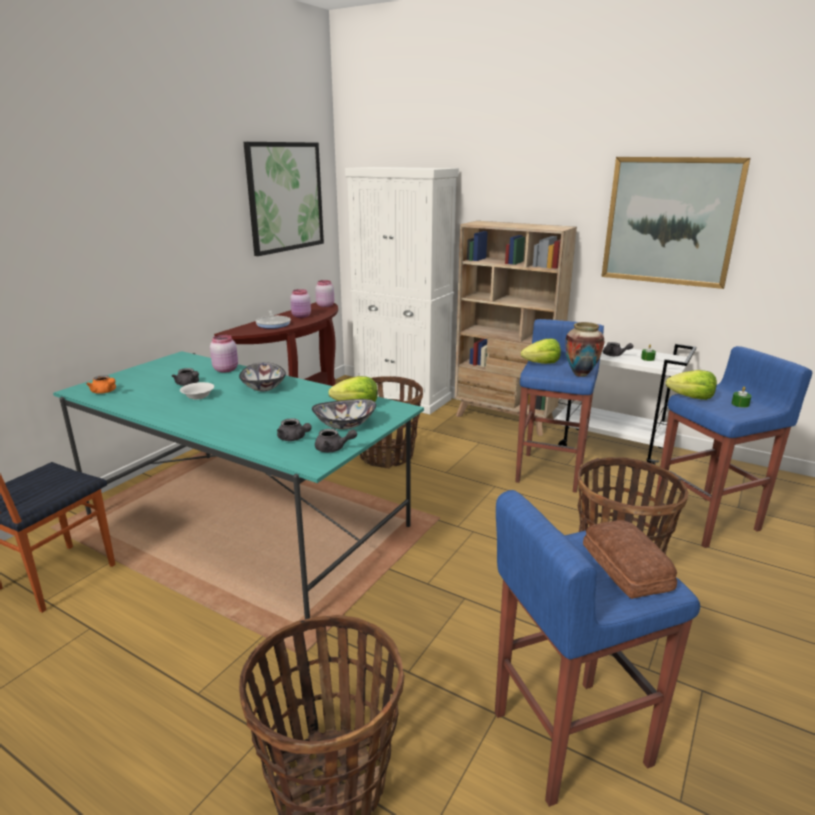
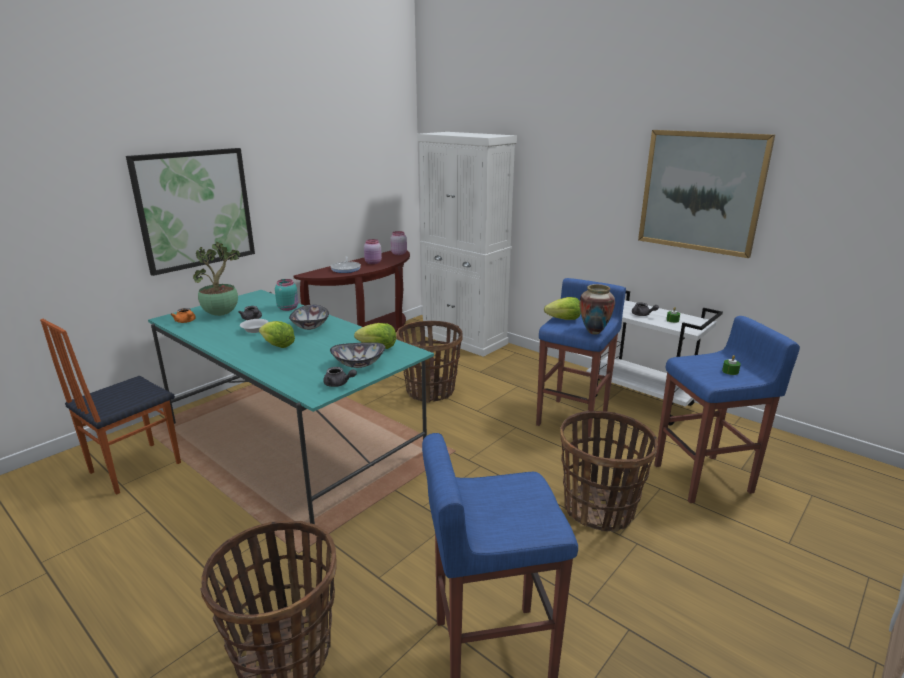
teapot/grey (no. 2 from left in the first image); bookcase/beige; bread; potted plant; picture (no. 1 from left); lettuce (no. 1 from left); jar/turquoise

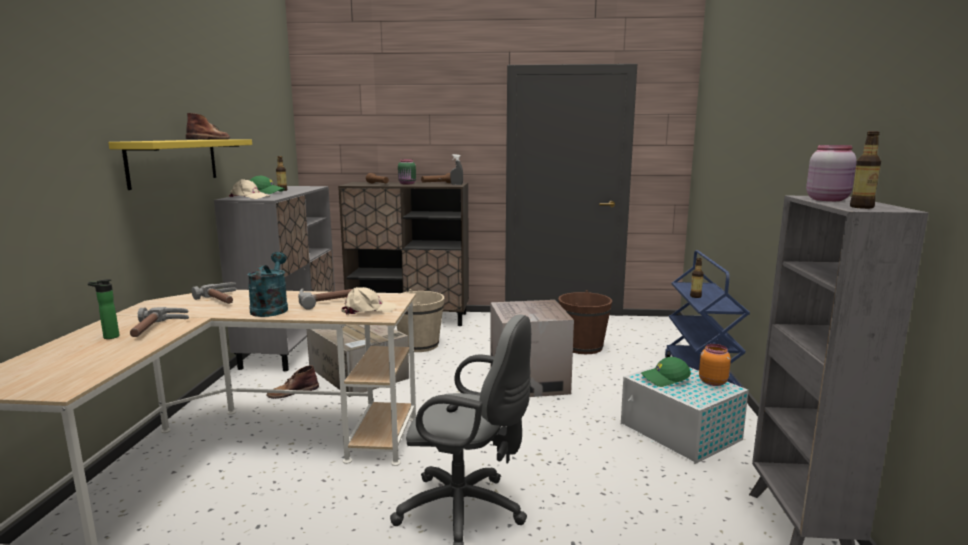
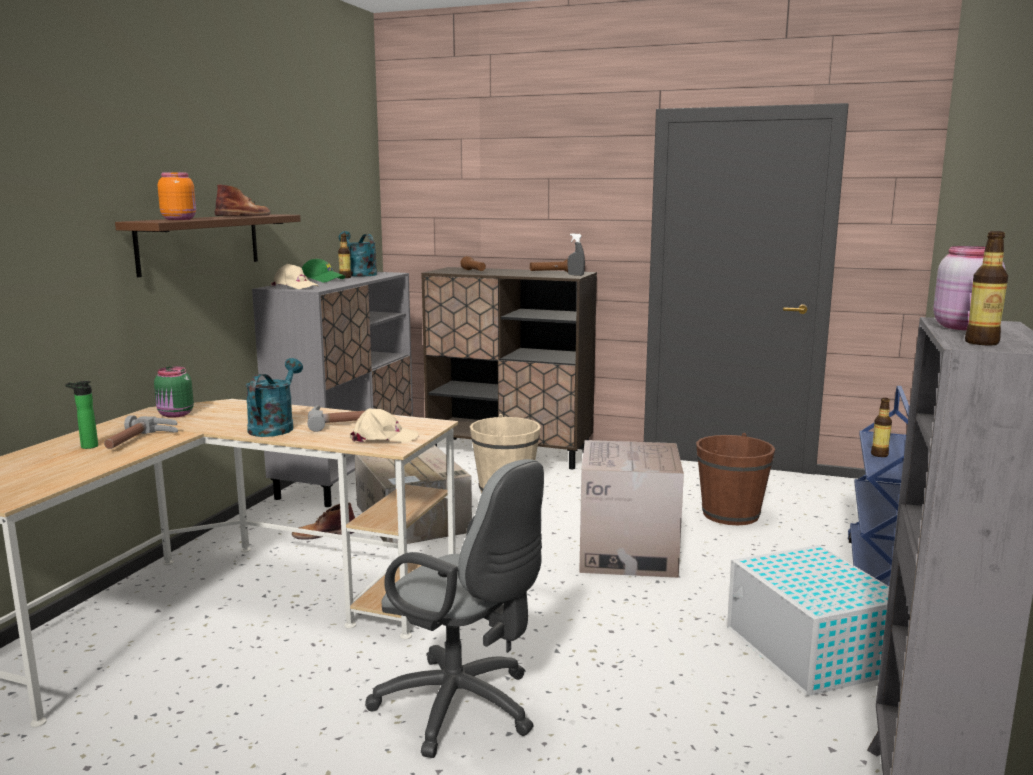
hammer (no. 2 from left in the first image); cap/green (no. 2 from left in the first image); watering can/turquoise (no. 2 from left); jar/green; jar/orange; shelf/brown

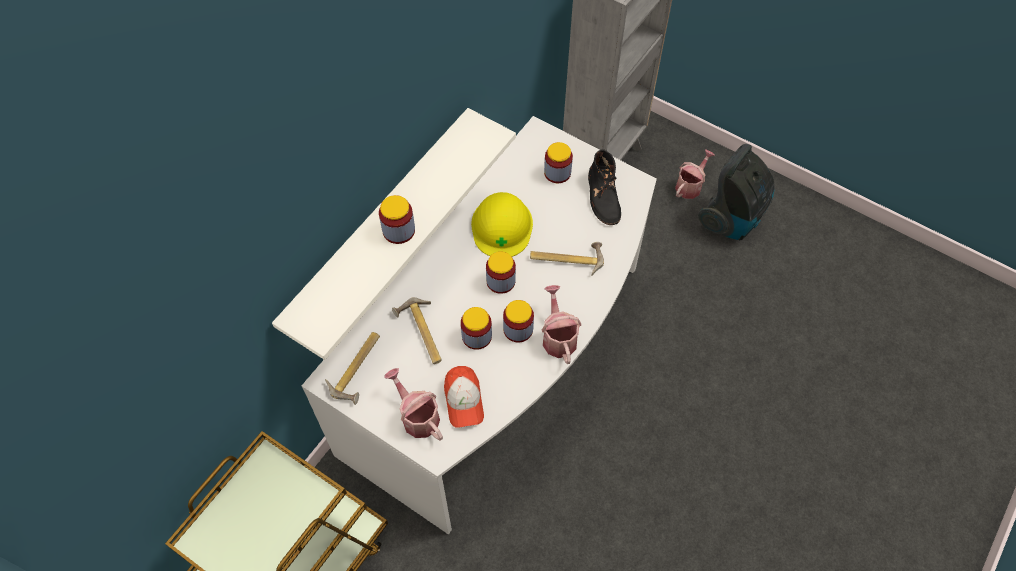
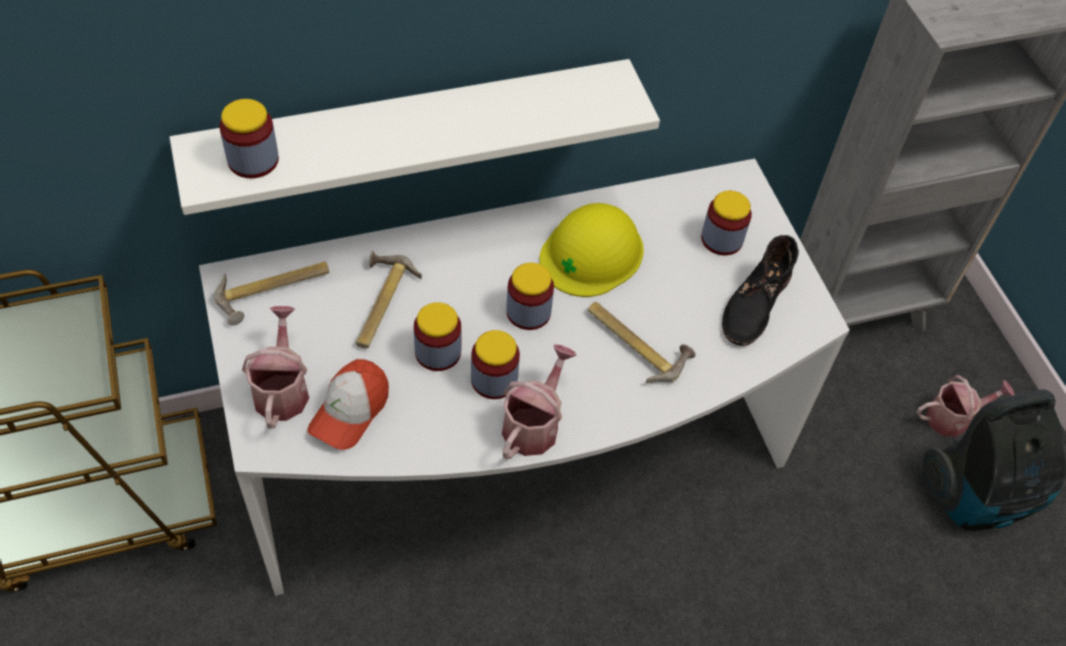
jar (no. 1 from left)

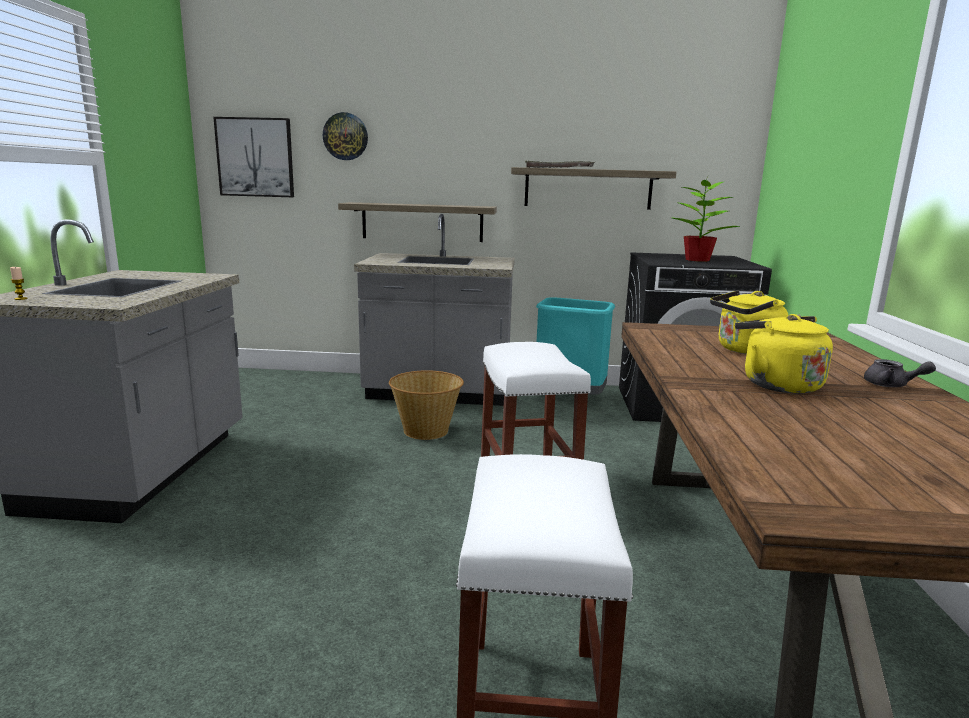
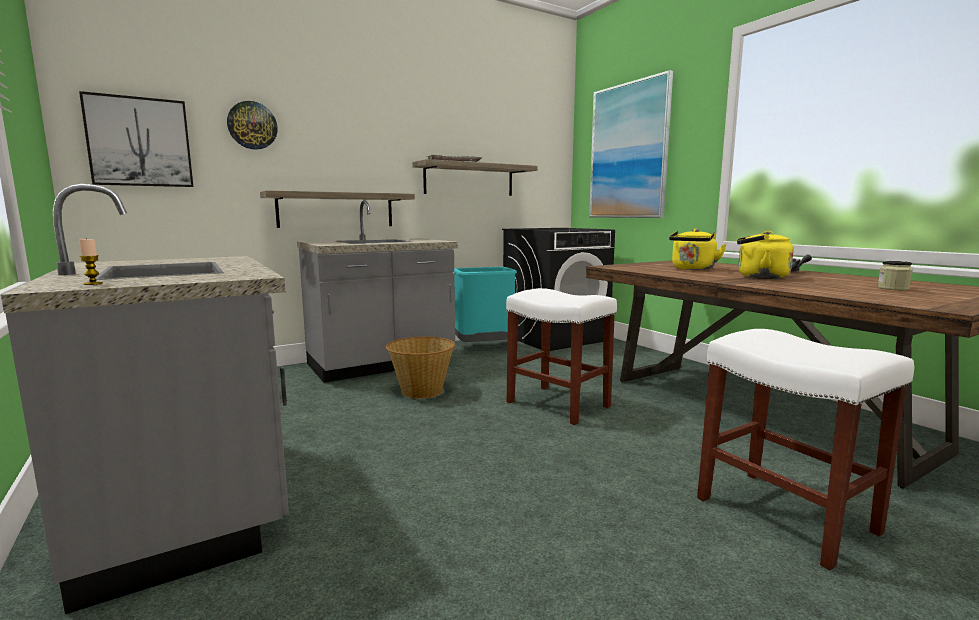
potted plant; picture (no. 2 from left); jar

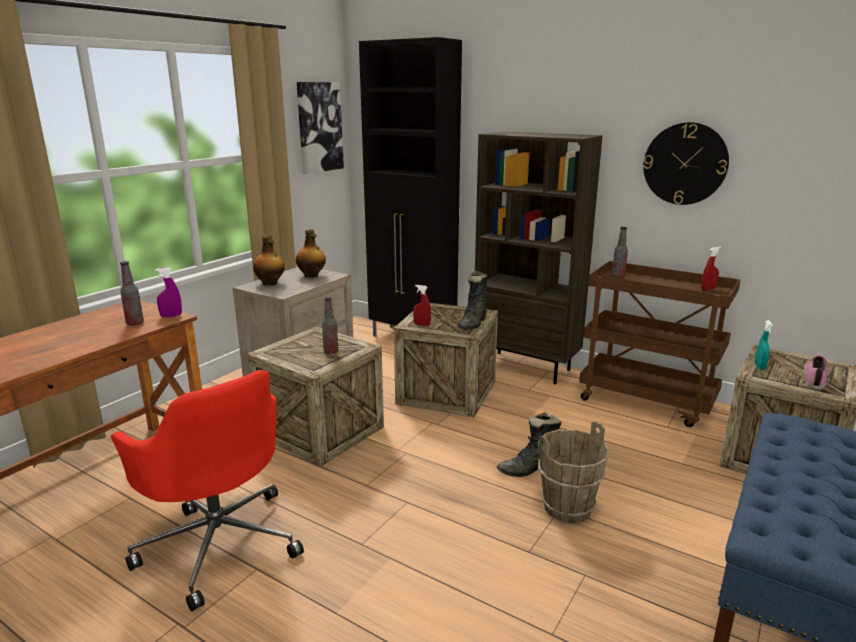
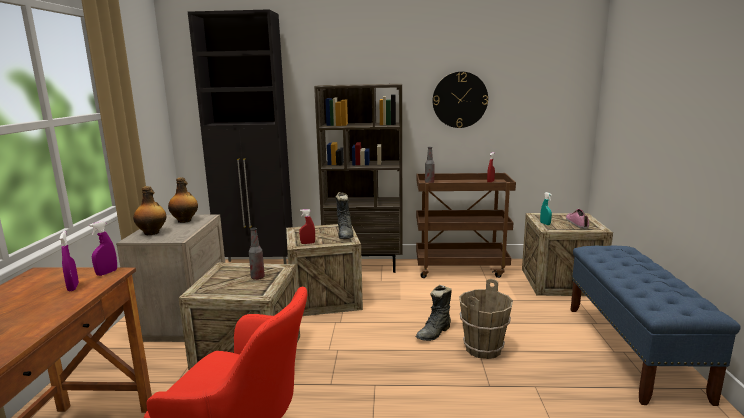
picture; spray bottle/purple (no. 1 from left)

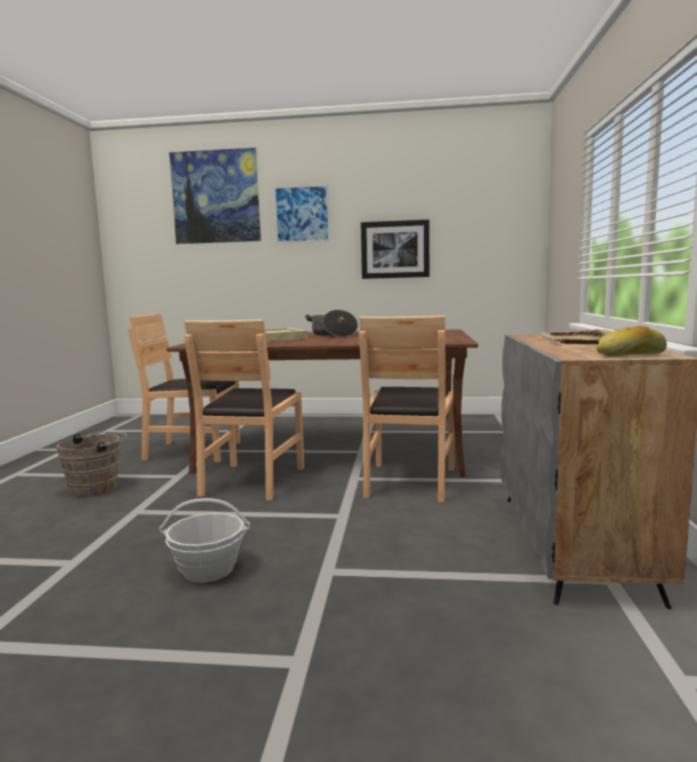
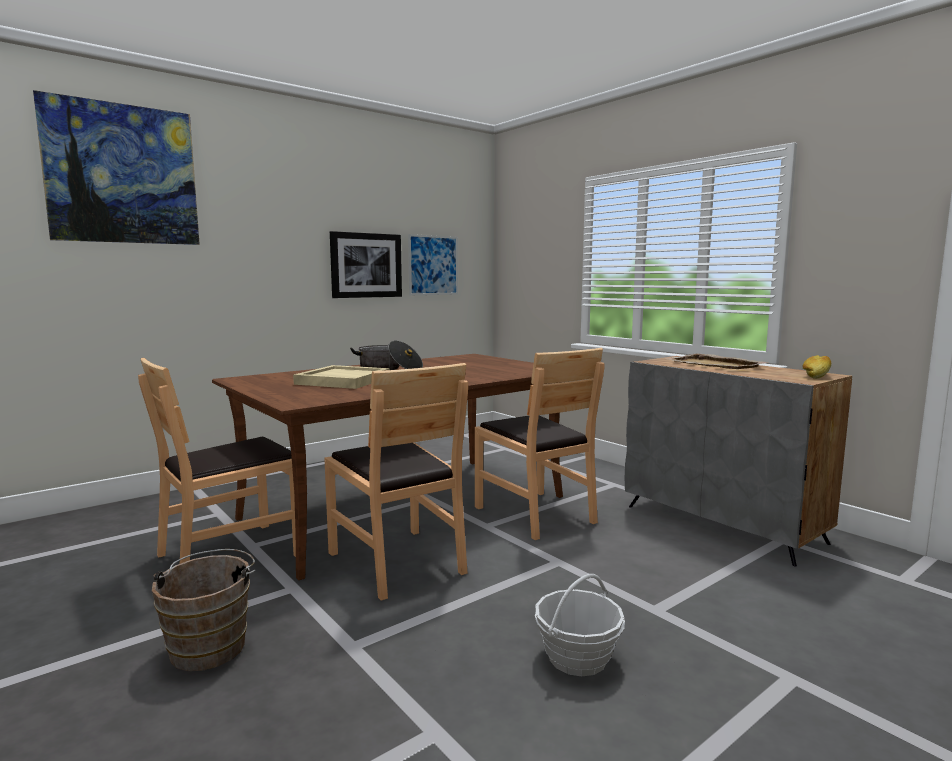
picture (no. 3 from left)

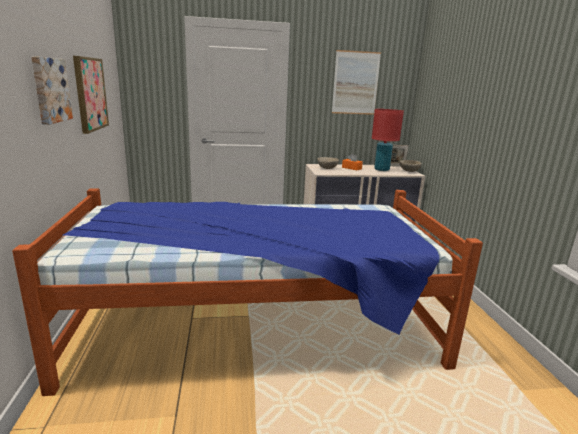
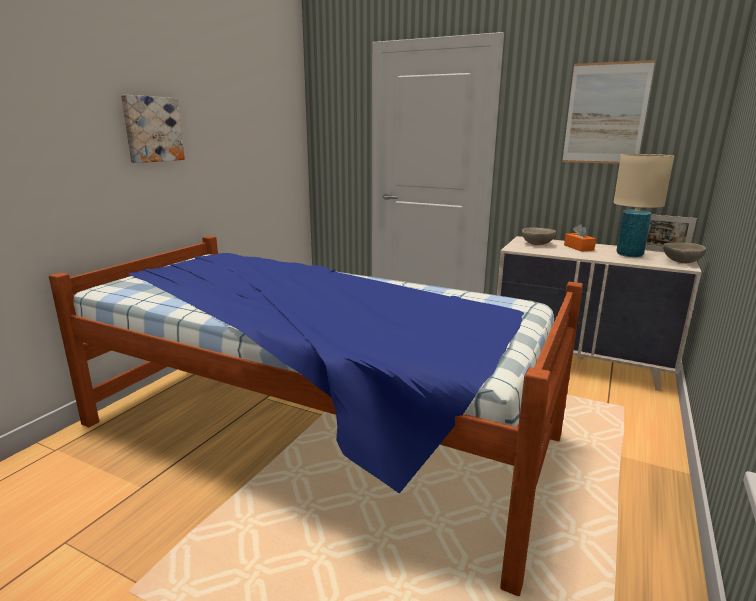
picture (no. 2 from left in the first image); table lamp/beige

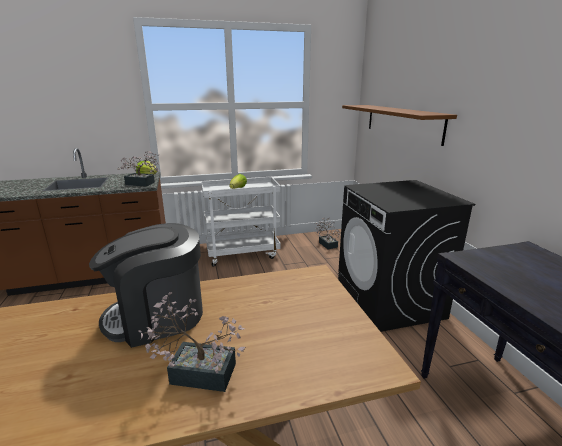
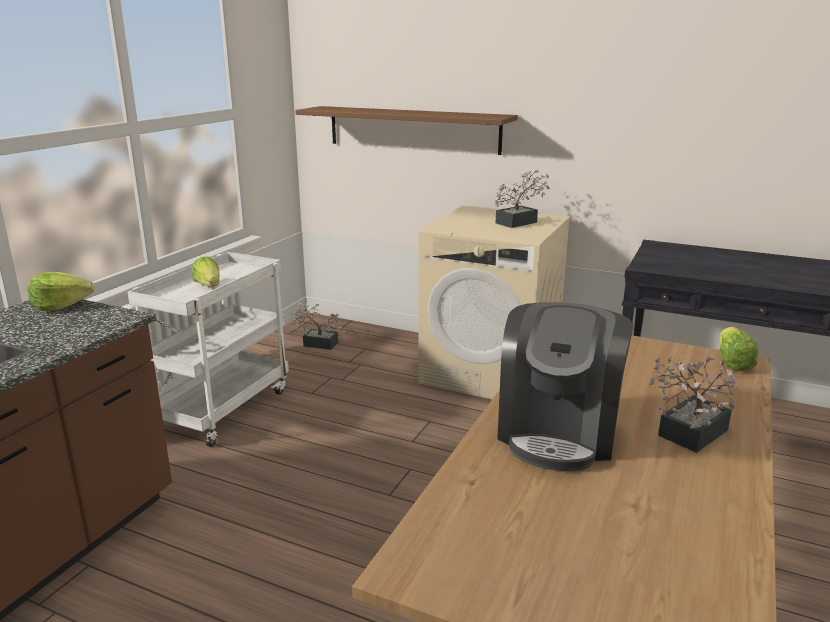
lettuce (no. 3 from left); potted plant (no. 2 from left); washing machine/beige

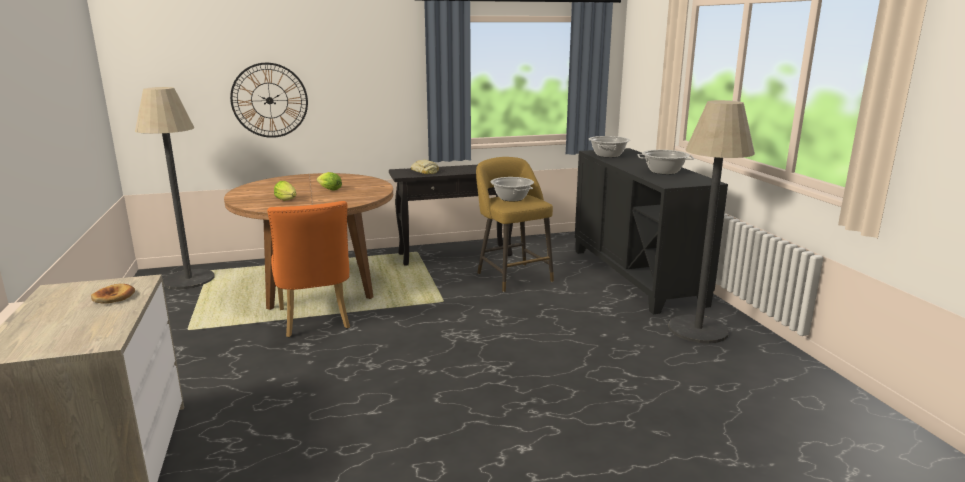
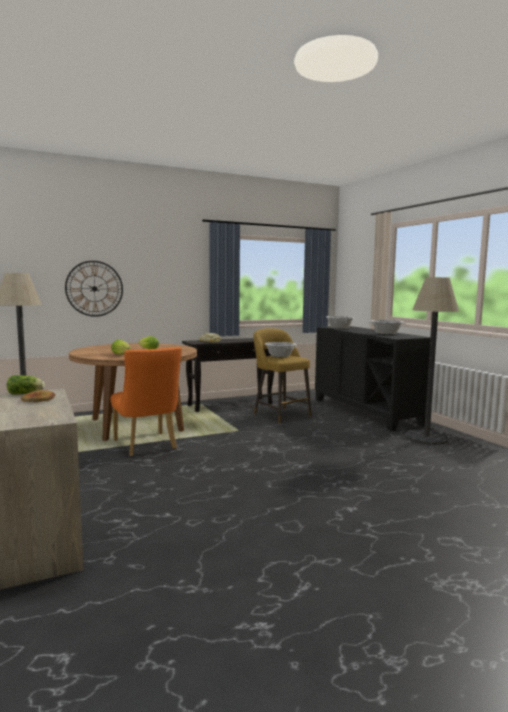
lettuce (no. 1 from left)

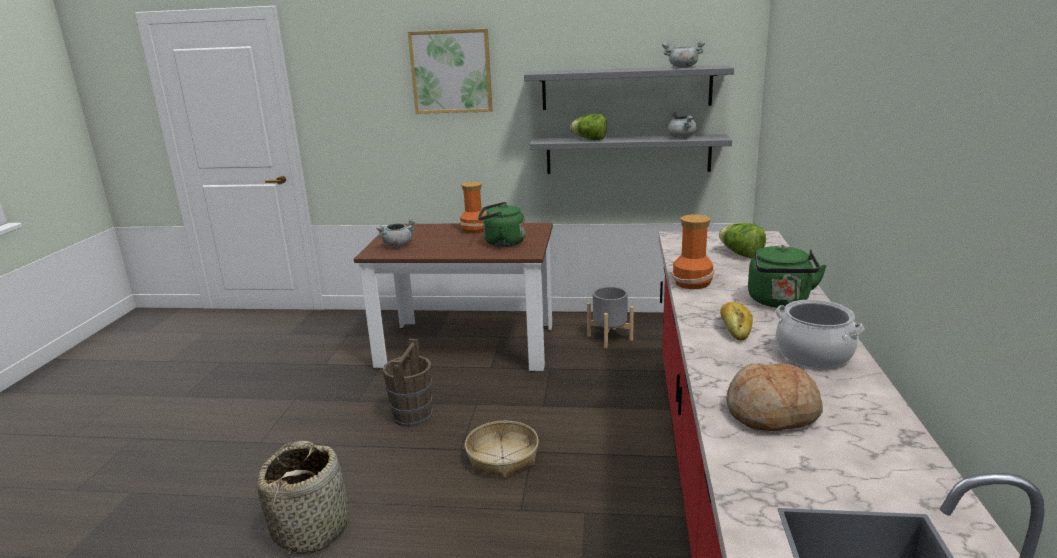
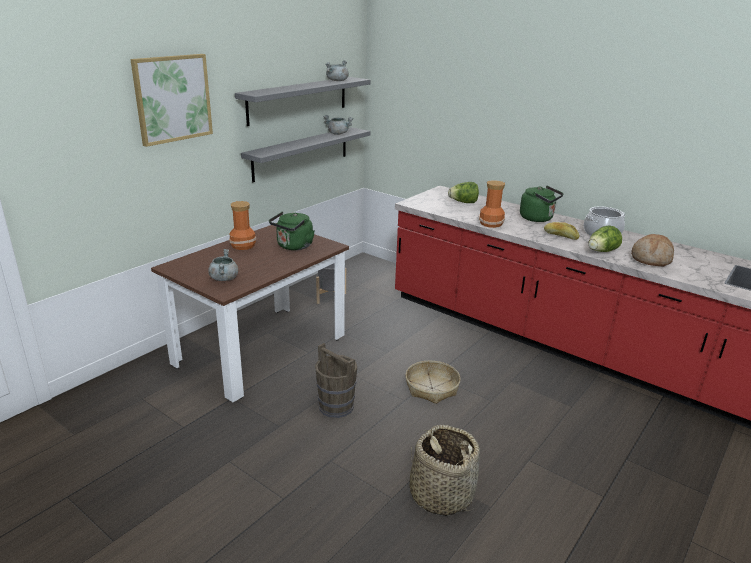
lettuce (no. 2 from left)

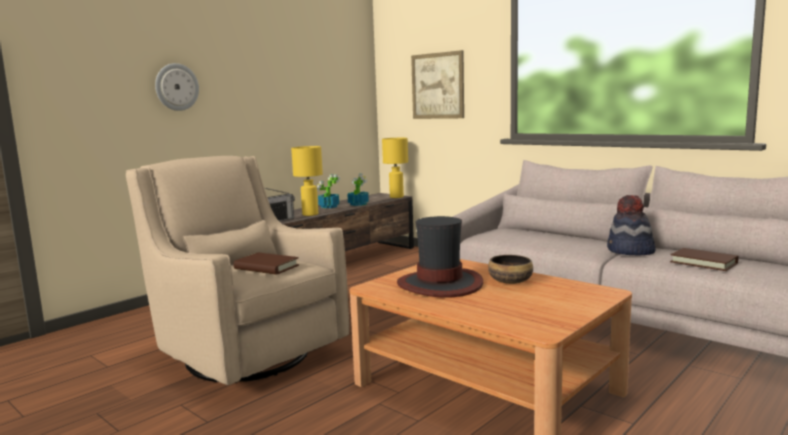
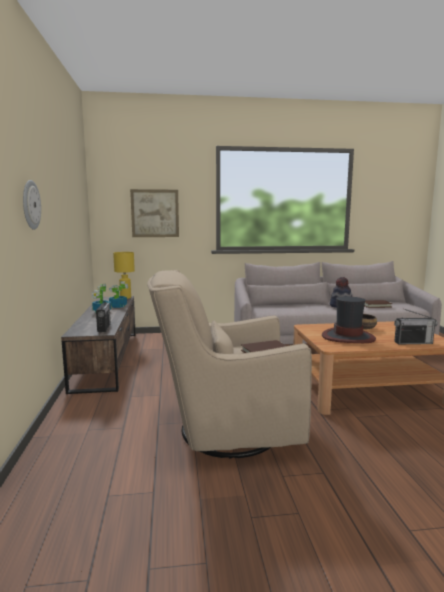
table lamp/yellow (no. 1 from left in the first image); radio (no. 2 from left)

